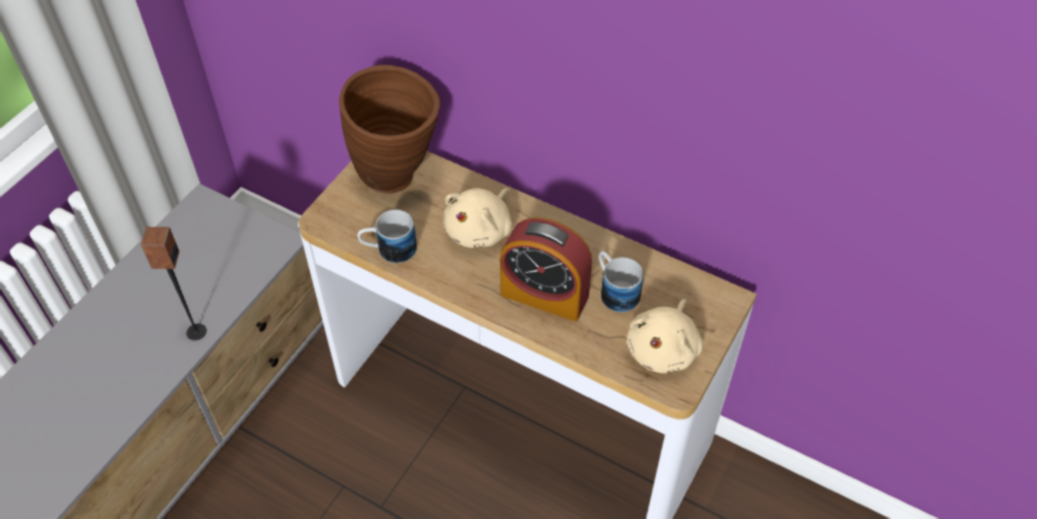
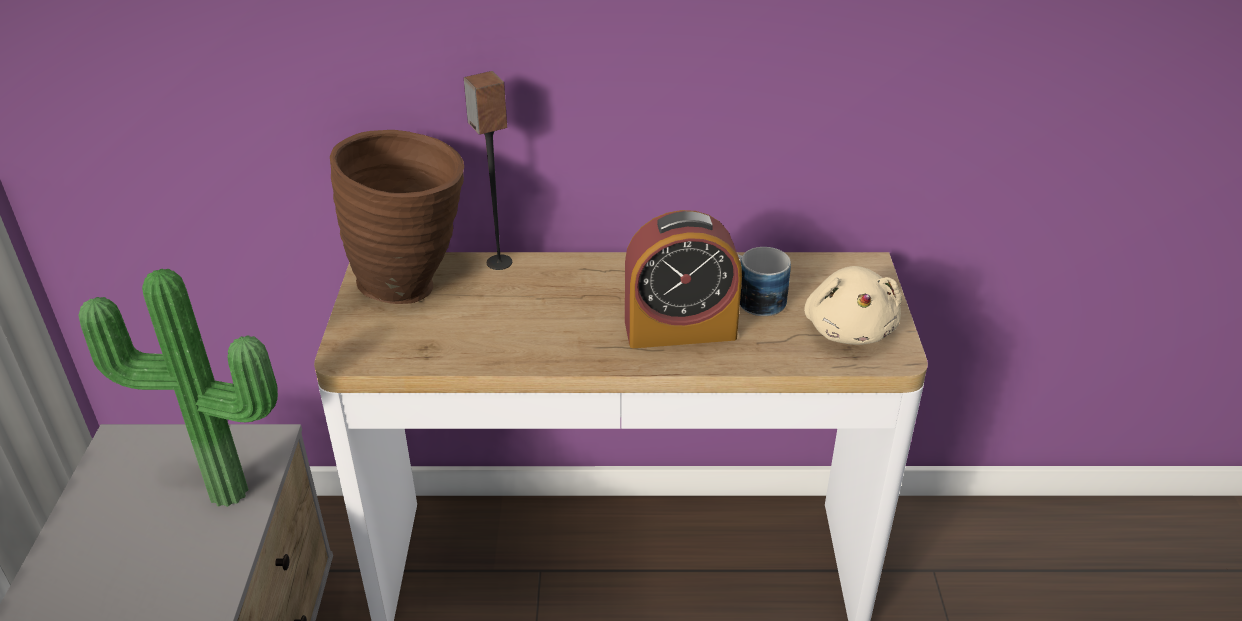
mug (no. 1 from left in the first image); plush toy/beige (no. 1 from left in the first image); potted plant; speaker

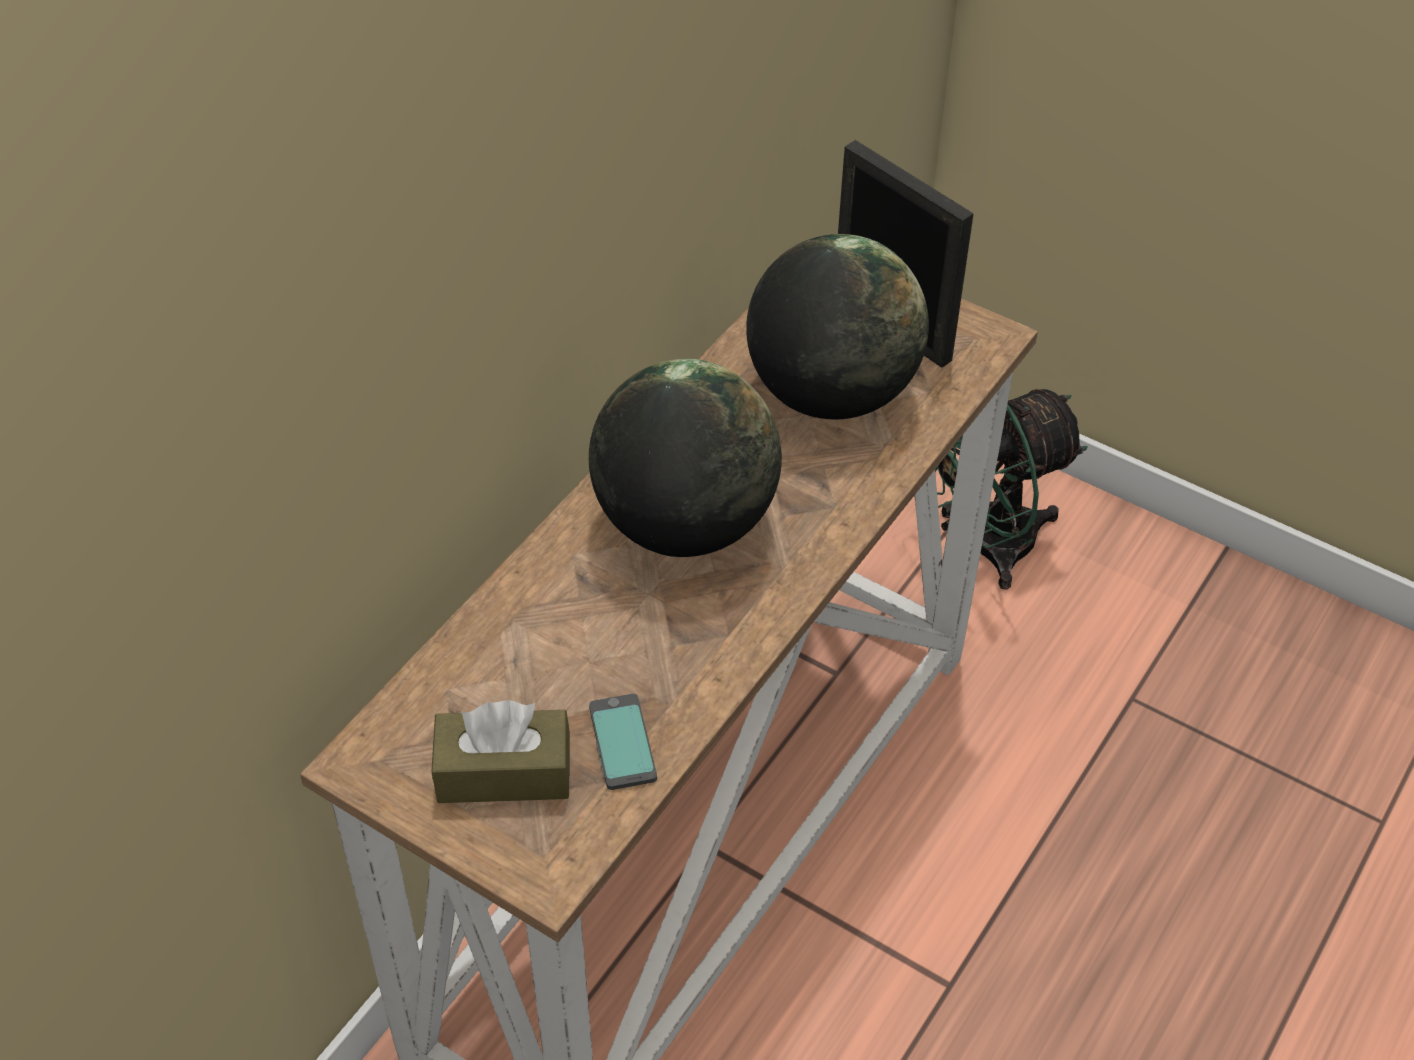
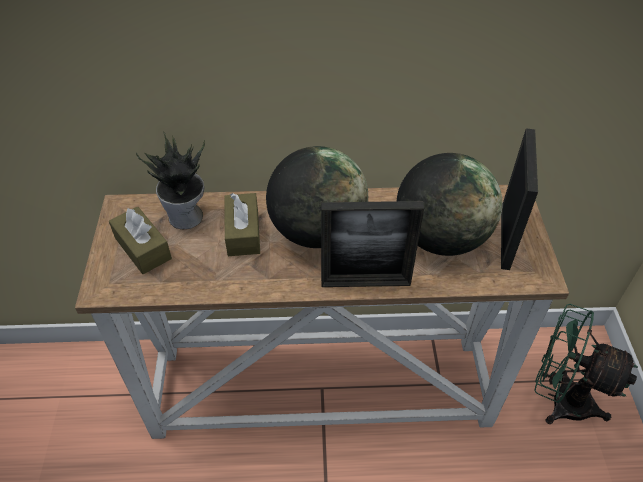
phone; potted plant; tissue box/brown (no. 2 from left); picture frame (no. 1 from left)

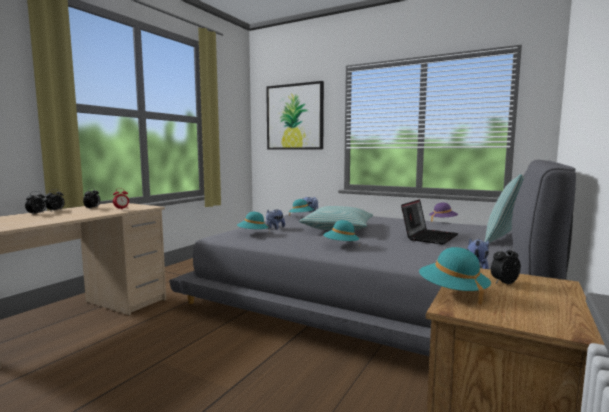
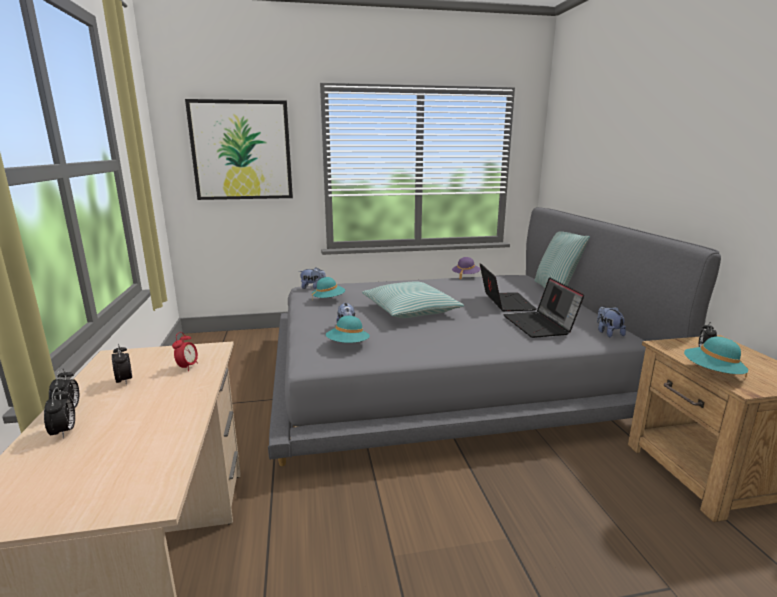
hat/turquoise (no. 3 from left in the first image); laptop (no. 2 from left)

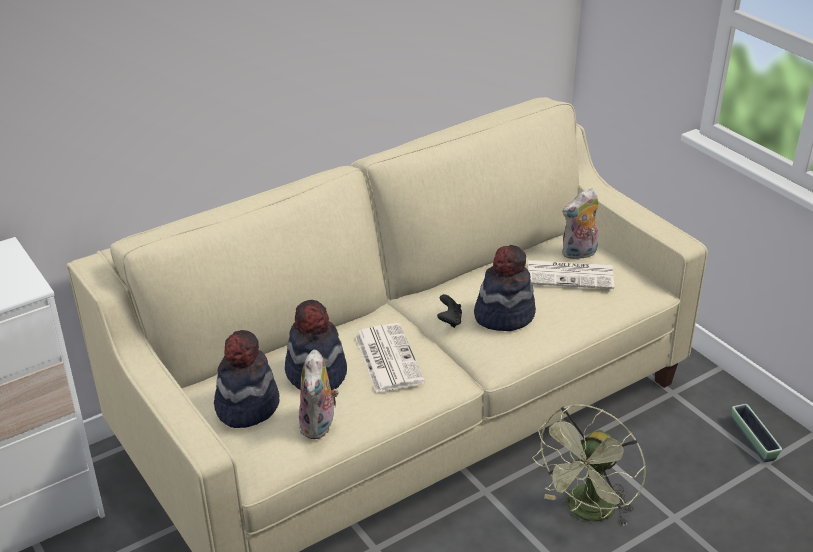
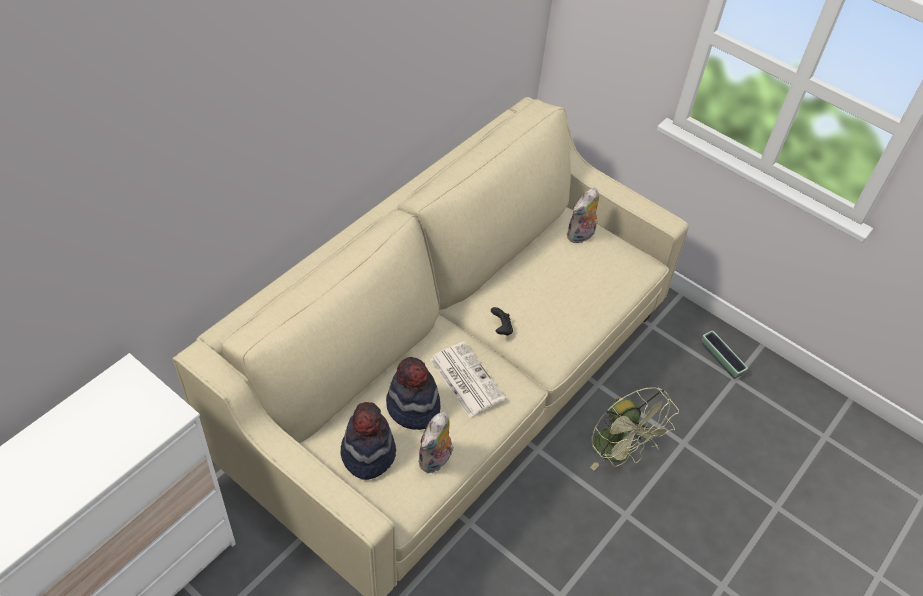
hat (no. 3 from left in the first image); newspaper (no. 2 from left in the first image); plush toy (no. 1 from left); fan/green

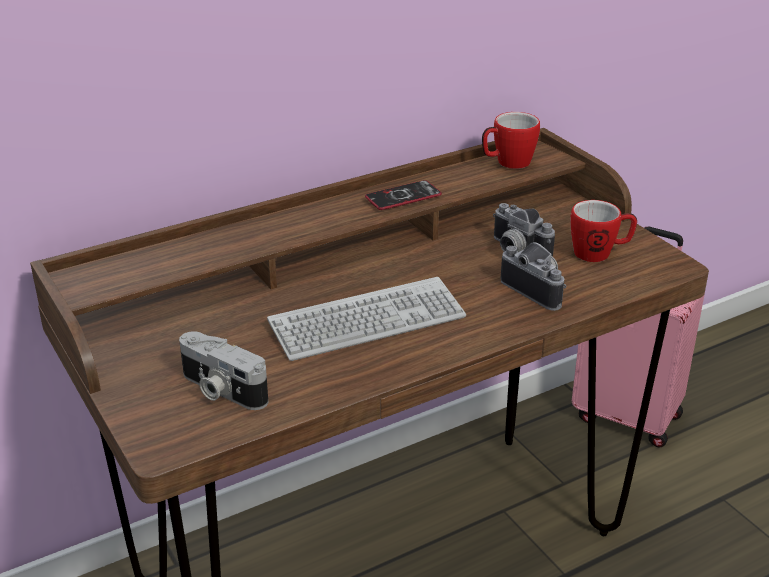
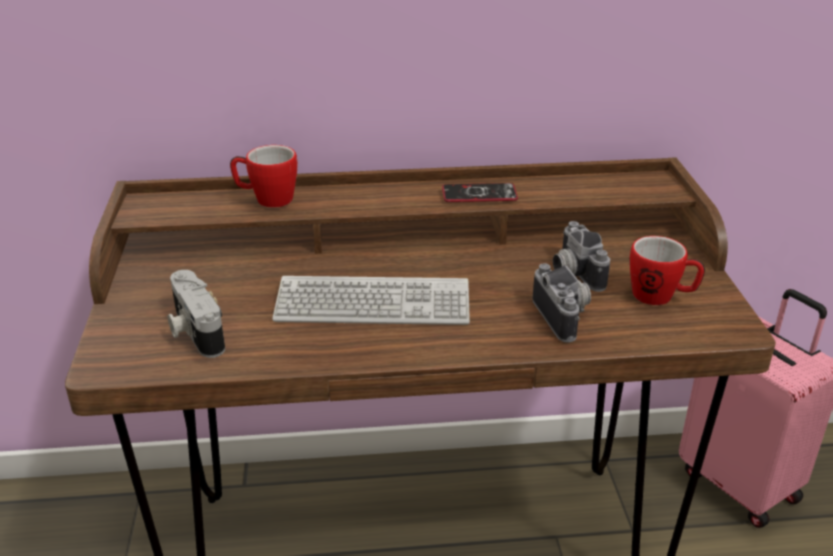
mug (no. 1 from left)

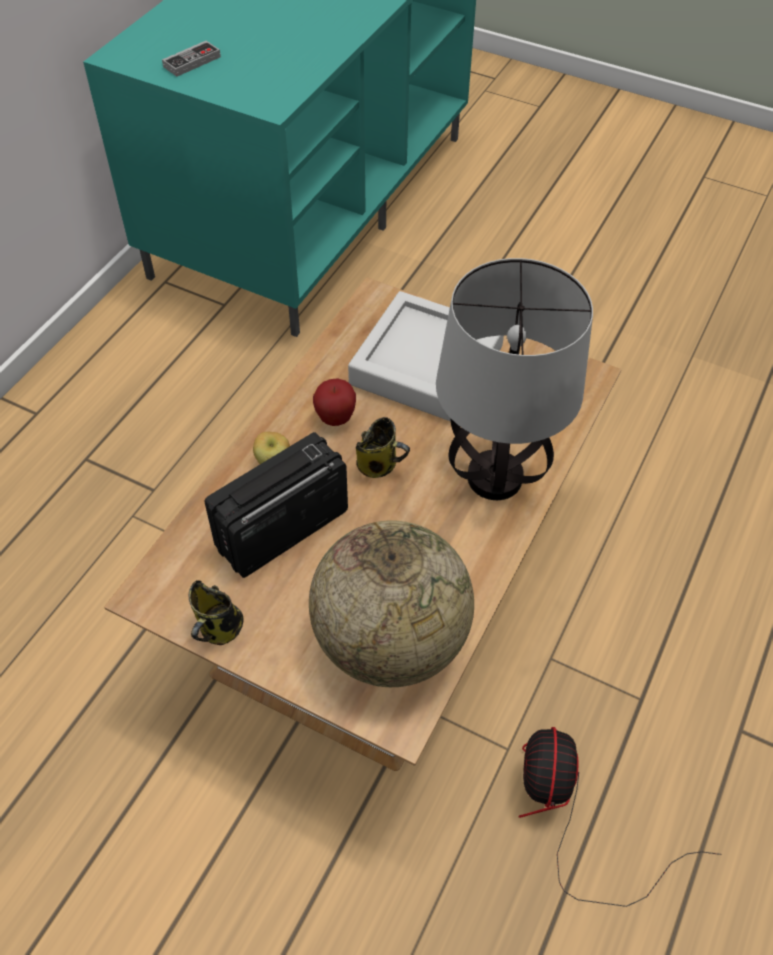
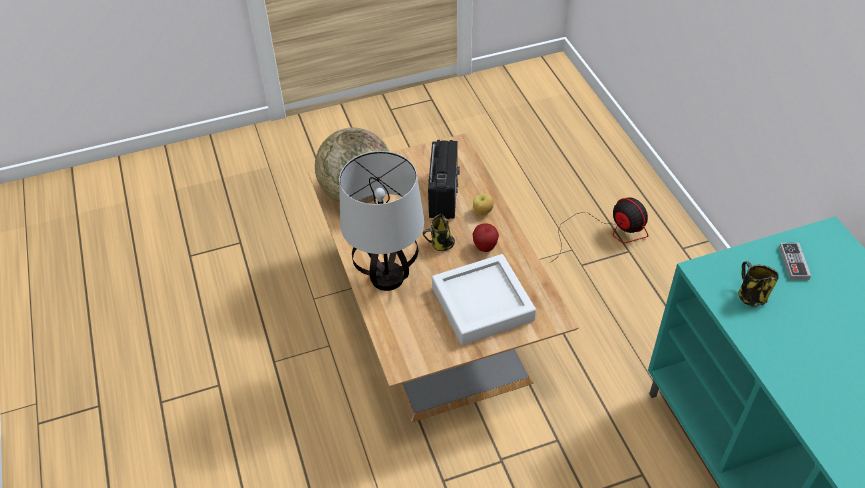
mug (no. 2 from left); fan

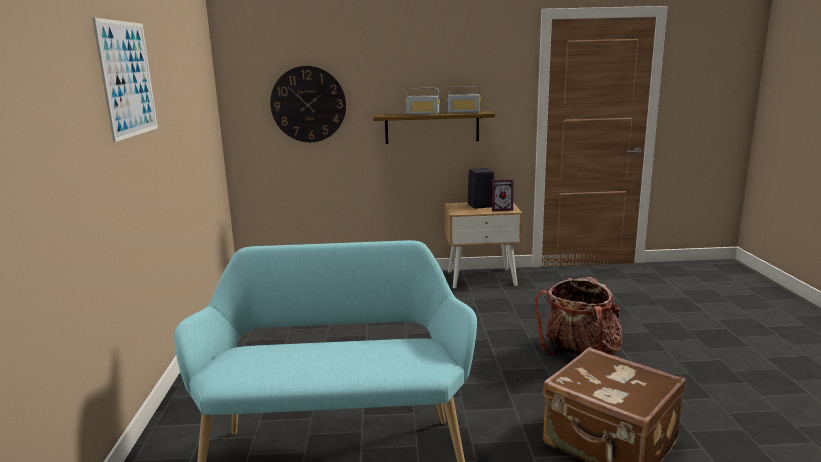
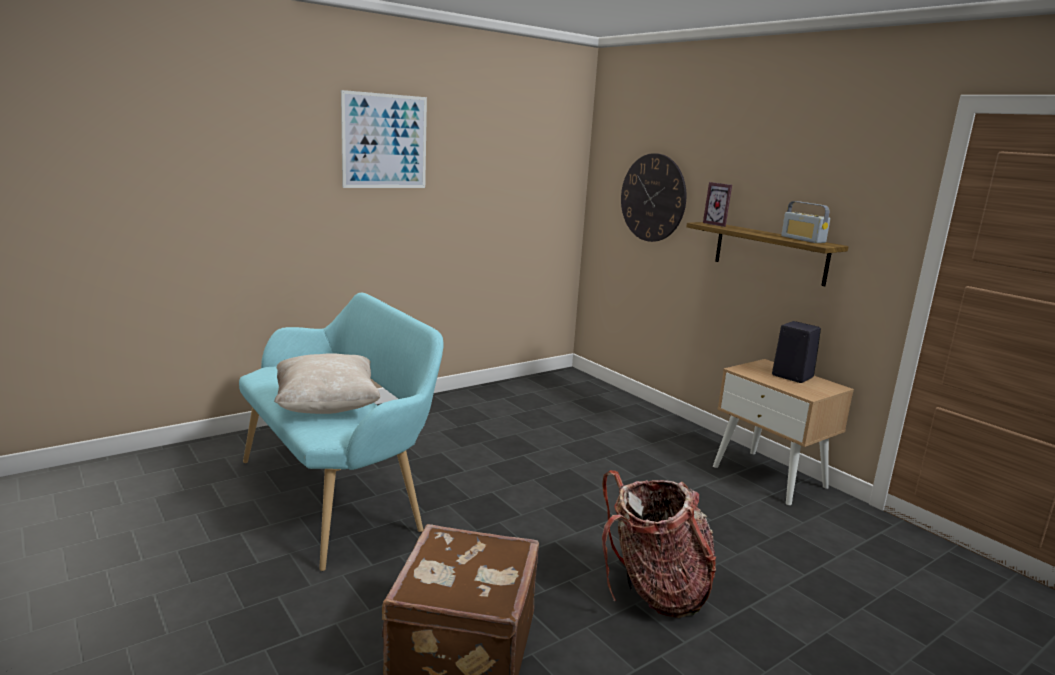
radio (no. 1 from left in the first image); pillow/beige; picture frame

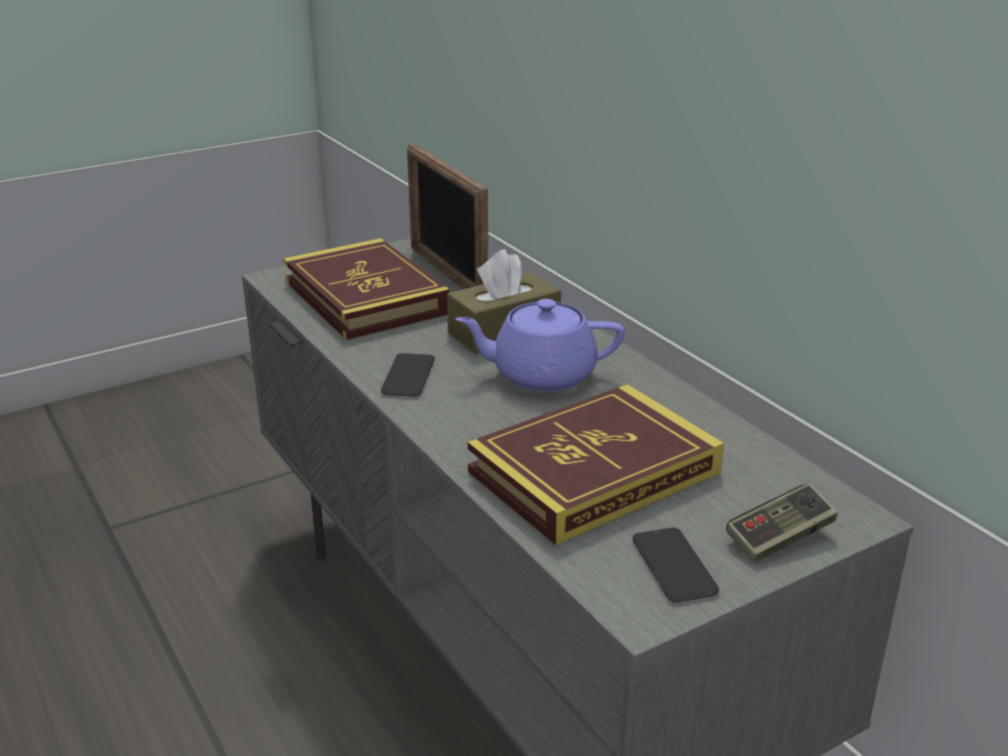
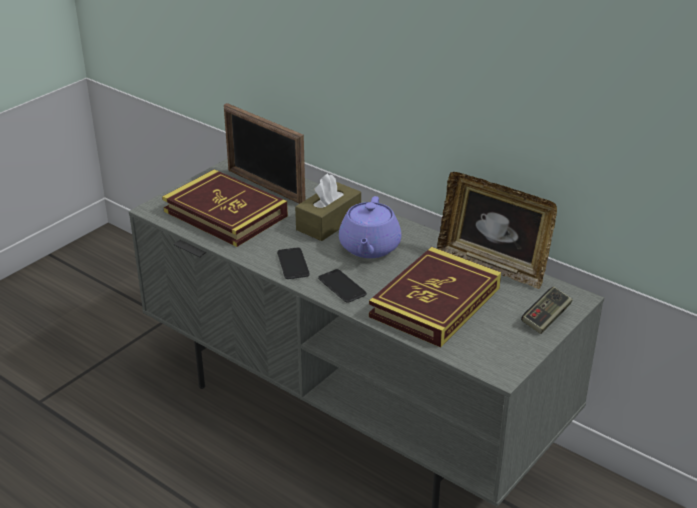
picture frame (no. 2 from left); phone (no. 2 from left); teapot/purple

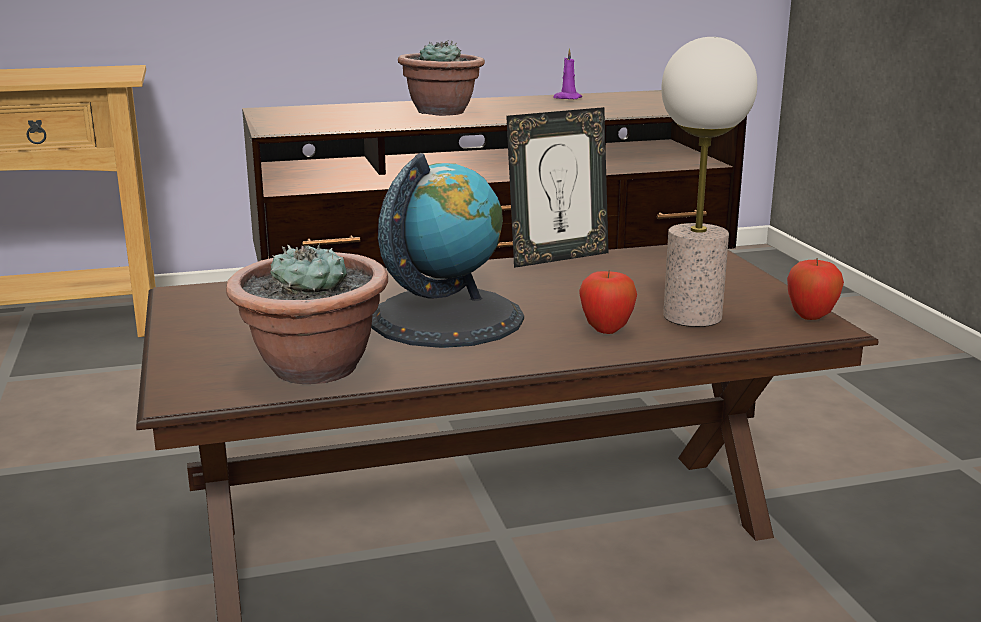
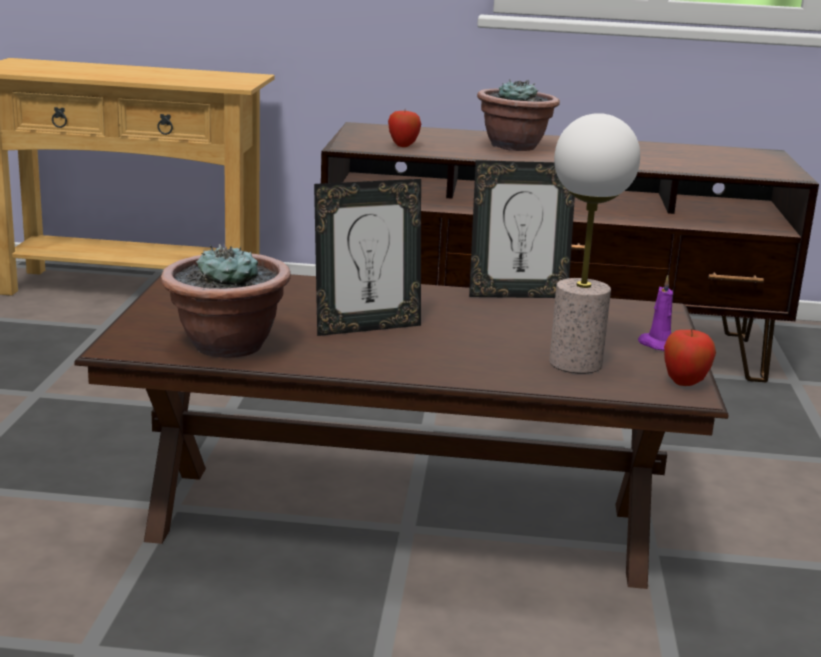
candle/purple; apple (no. 1 from left); picture frame (no. 1 from left)

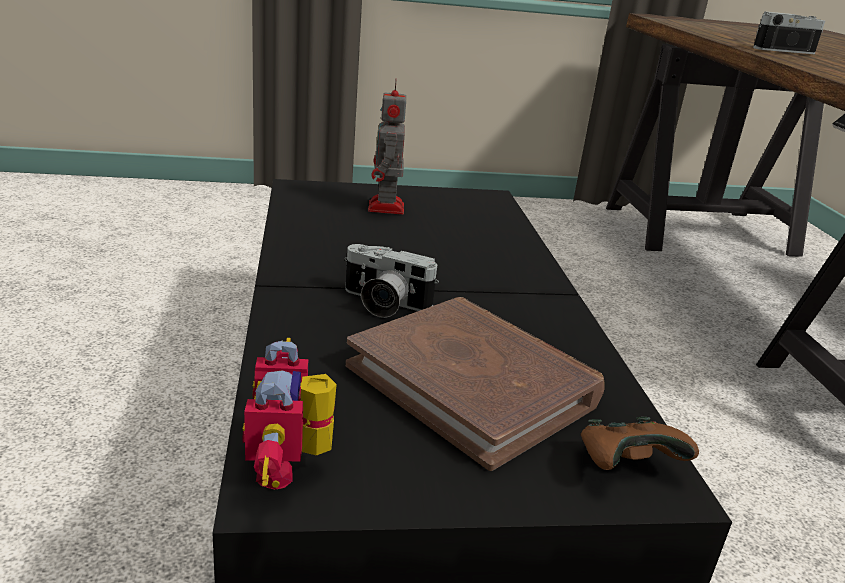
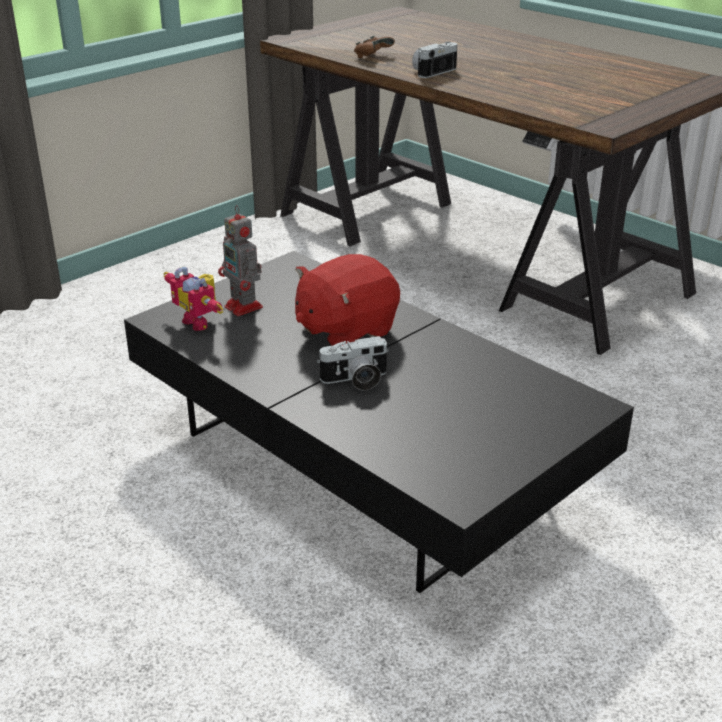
book/brown; plush toy/red; toy robot (no. 1 from left); game controller/brown

